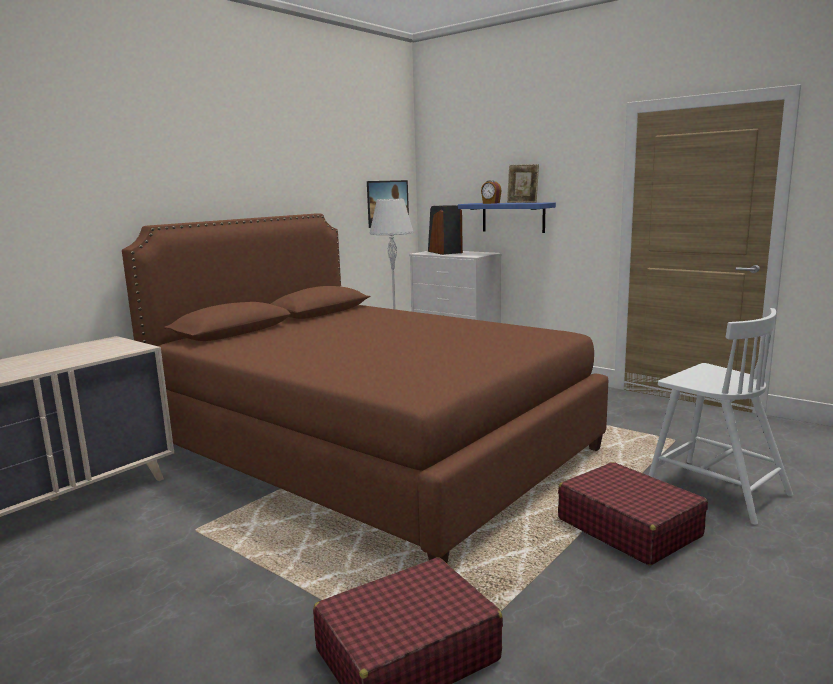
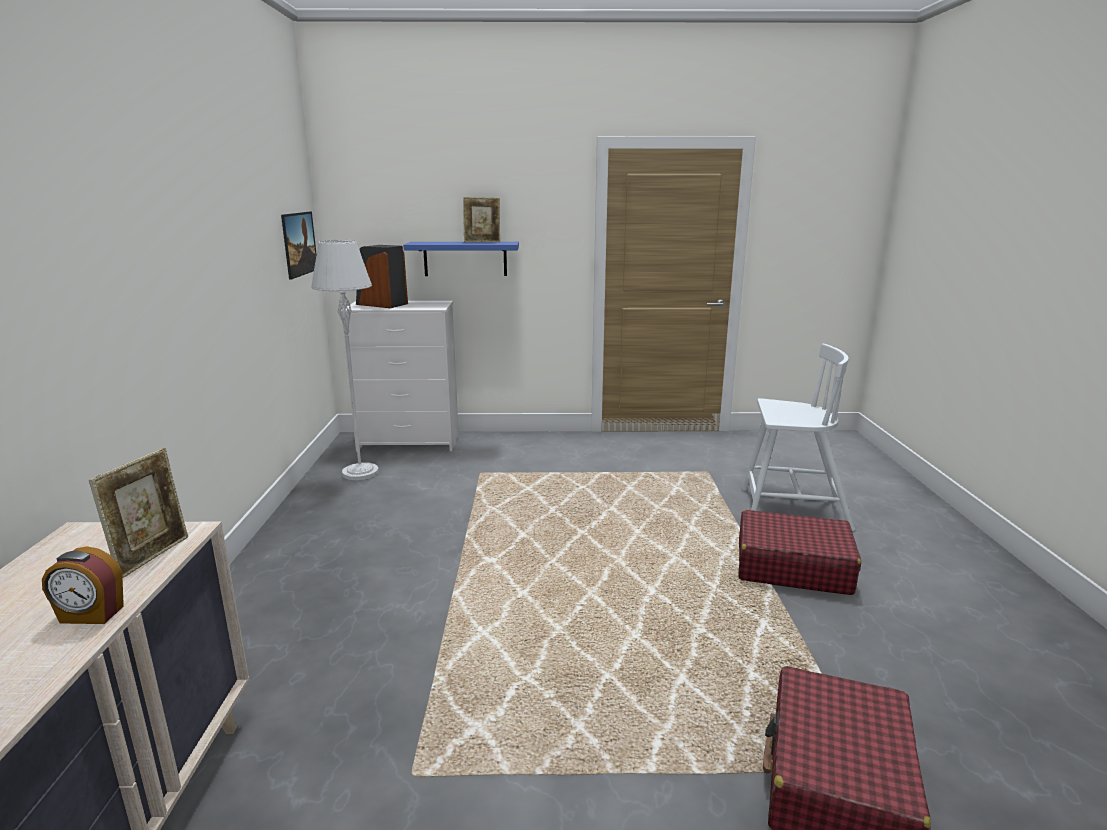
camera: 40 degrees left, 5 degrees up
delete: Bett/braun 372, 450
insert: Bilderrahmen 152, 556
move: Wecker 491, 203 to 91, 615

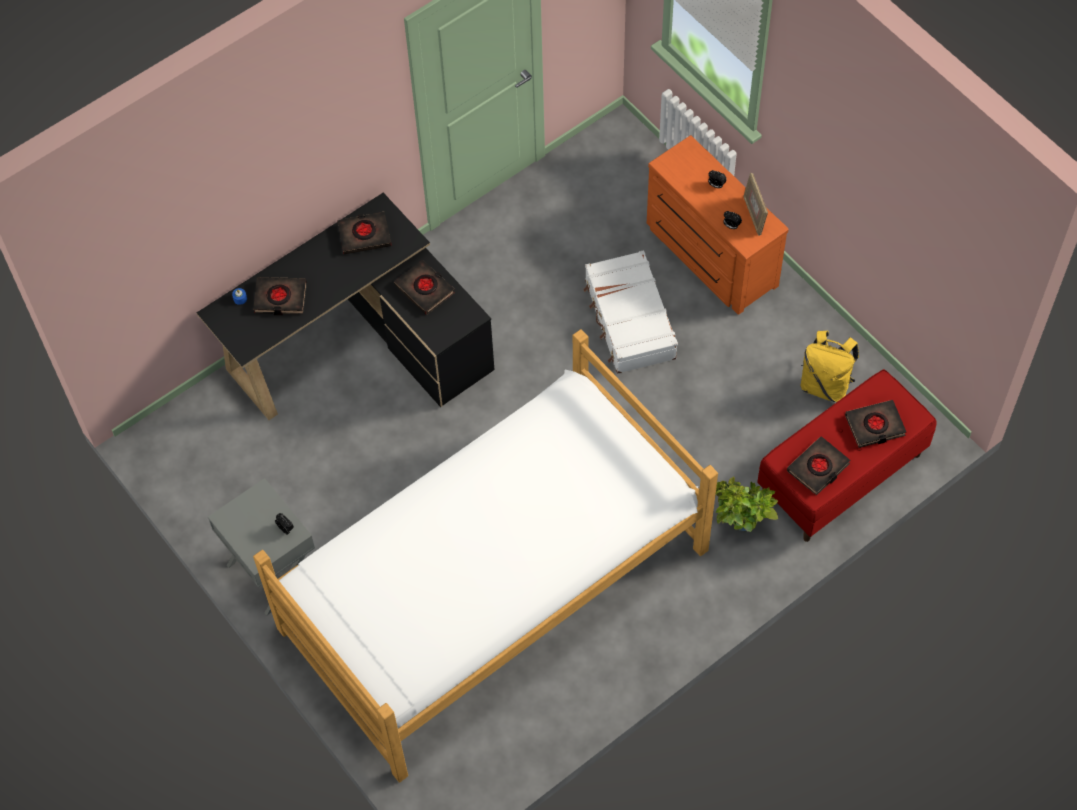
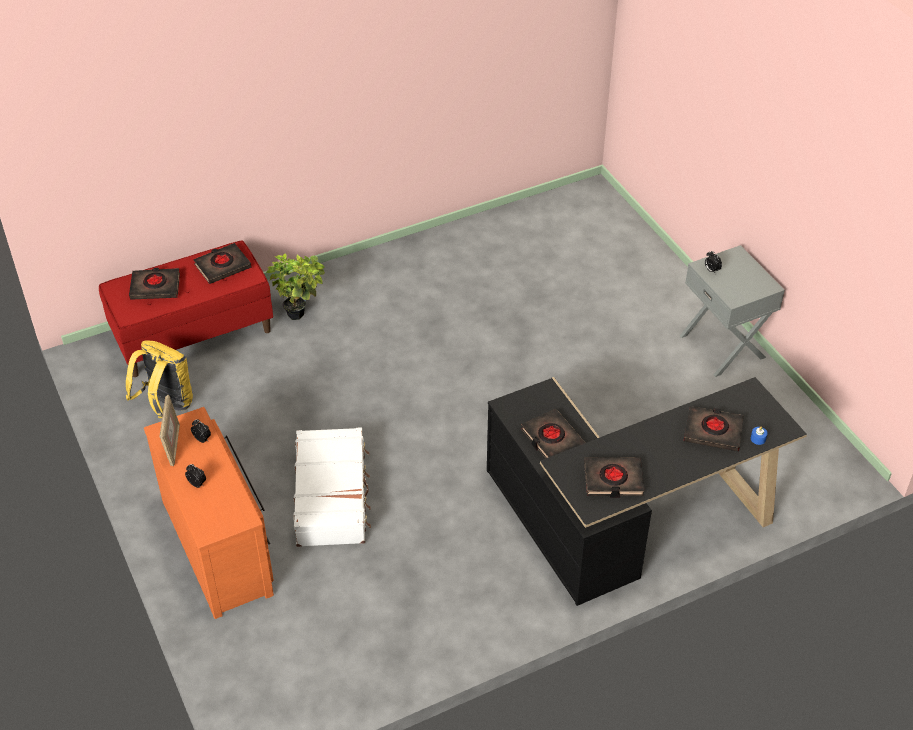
camera: 170 degrees left, 15 degrees down
delete: Bett 493, 589

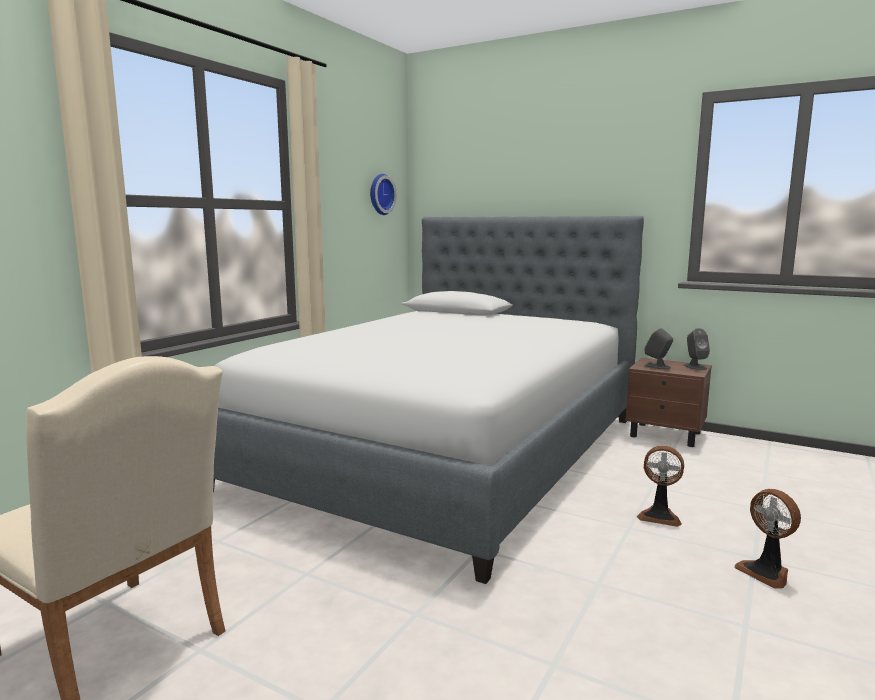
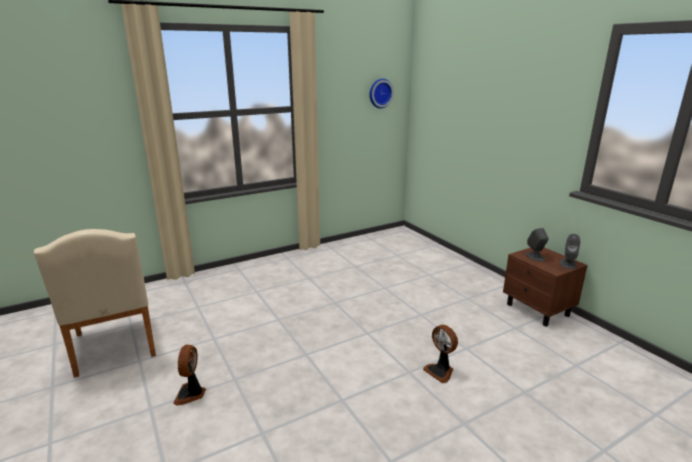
camera: 30 degrees right, 10 degrees up
delete: Bett 446, 451
move: Ventilator 766, 572 to 191, 394

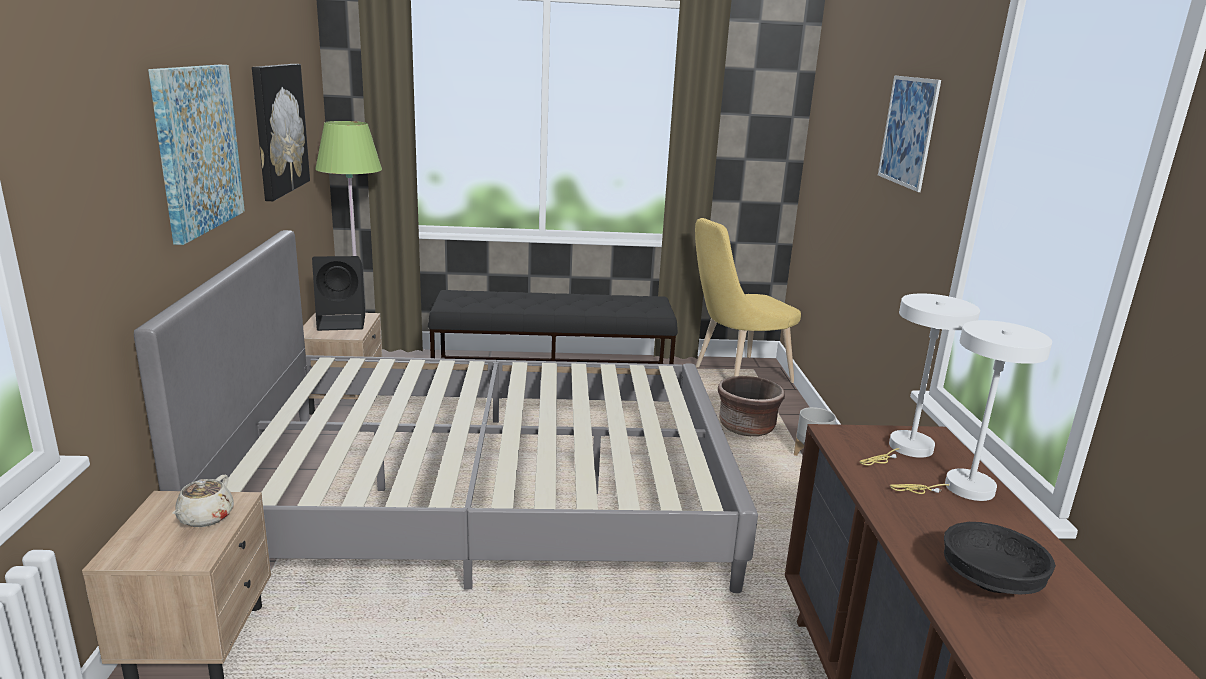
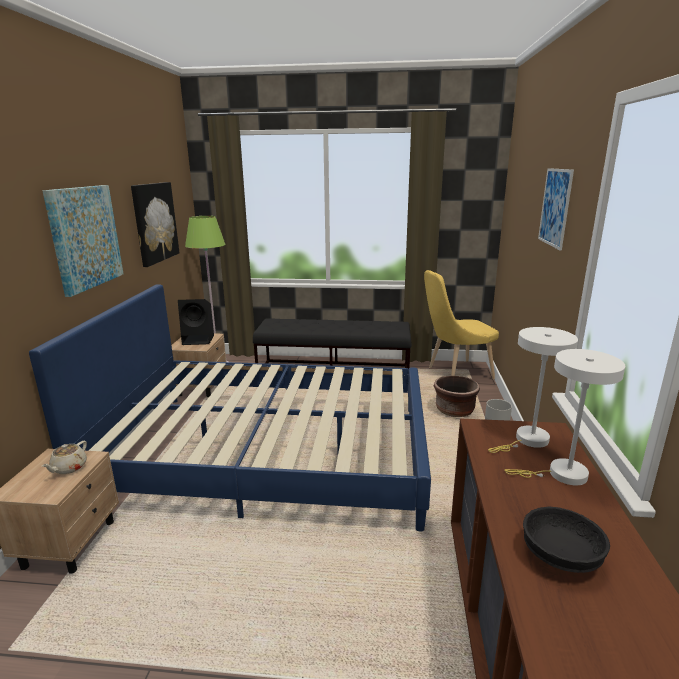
camera: 10 degrees right, 0 degrees up
recolor: Bett/grau 484, 492 to Bett/blau 270, 451

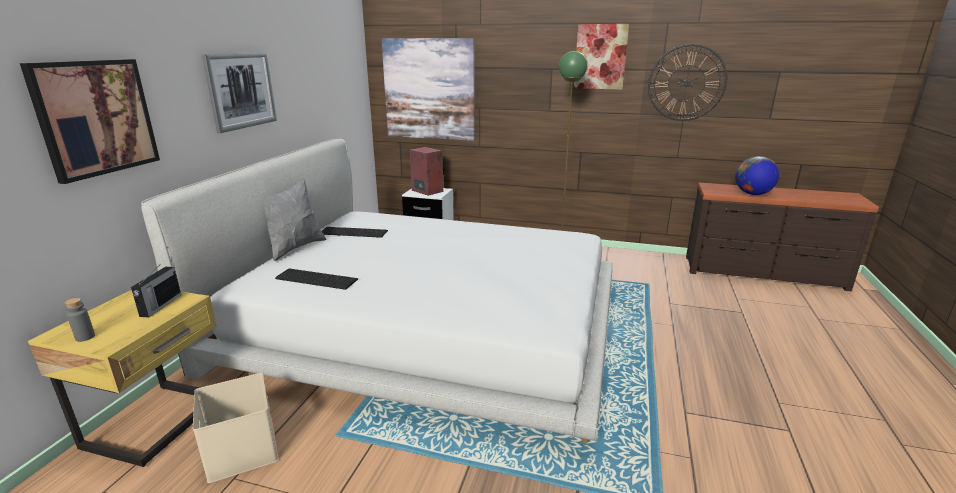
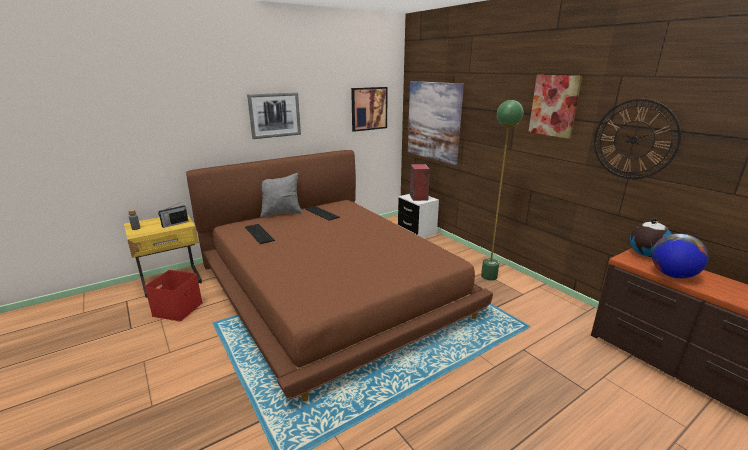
camera: 40 degrees right, 0 degrees up
insert: Globus 645, 255
move: Bild 96, 118 to 369, 108
recolor: Bett/weiß 426, 326 to Bett/braun 330, 287; Aufbewahrungsbox/beige 240, 449 to Aufbewahrungsbox/rot 177, 308

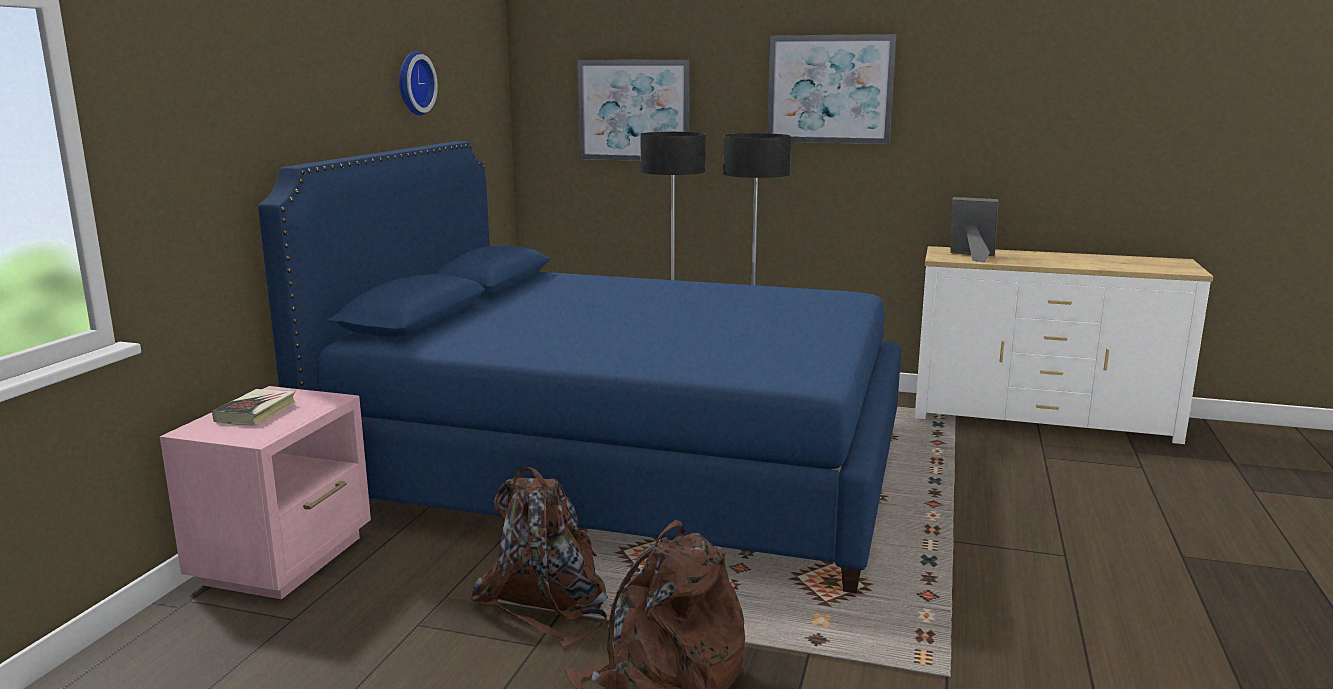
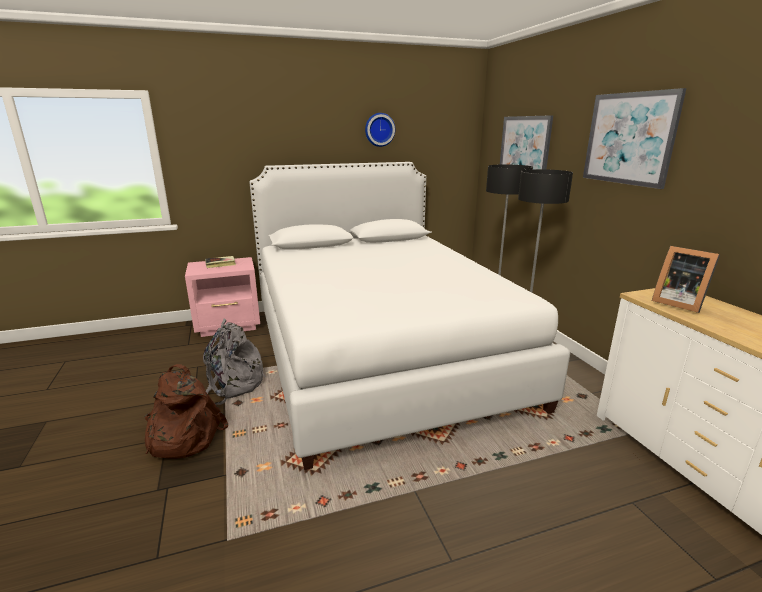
camera: 55 degrees right, 5 degrees up
recolor: Bett/blau 624, 469 to Bett/weiß 379, 353; Rucksack/braun 548, 602 to Rucksack/grau 232, 385
rotate: Bilderrahmen 972, 256 = 677, 303 150 degrees clockwise

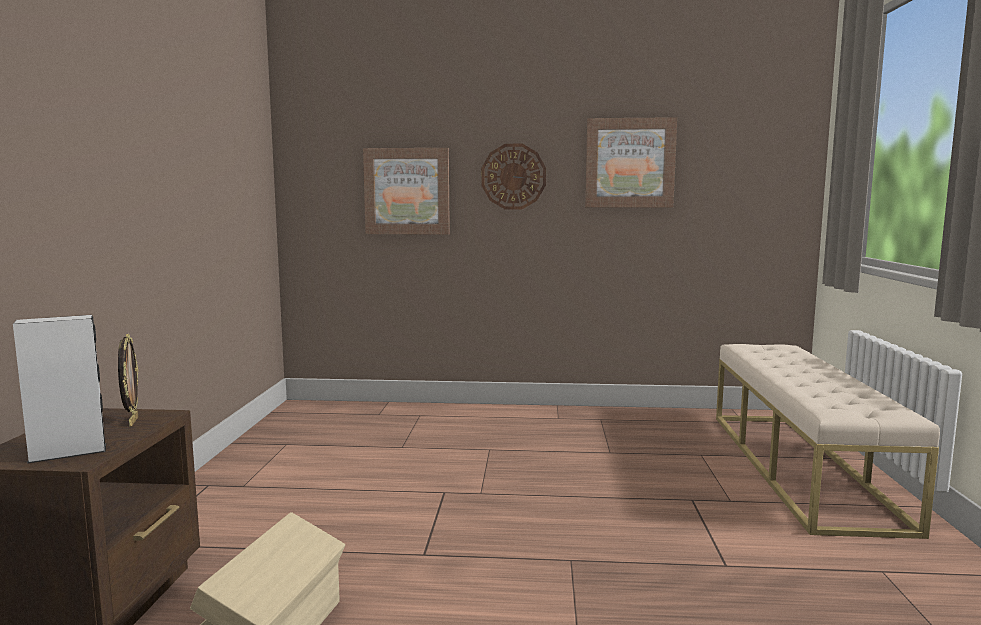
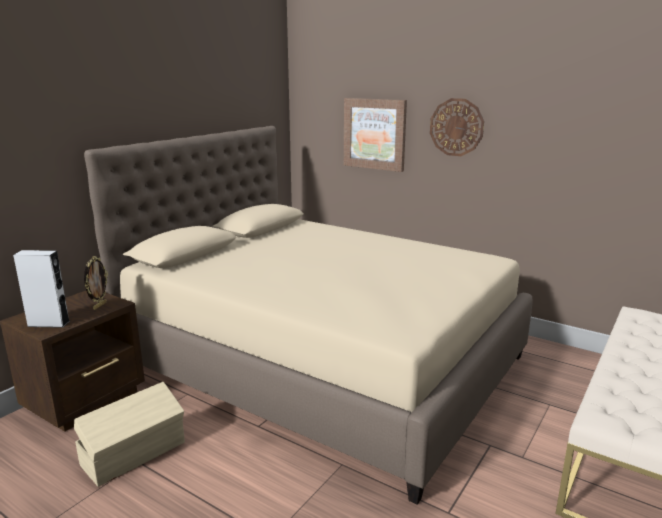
camera: 30 degrees right, 10 degrees up
delete: Bild 629, 163
insert: Bett/beige 322, 361

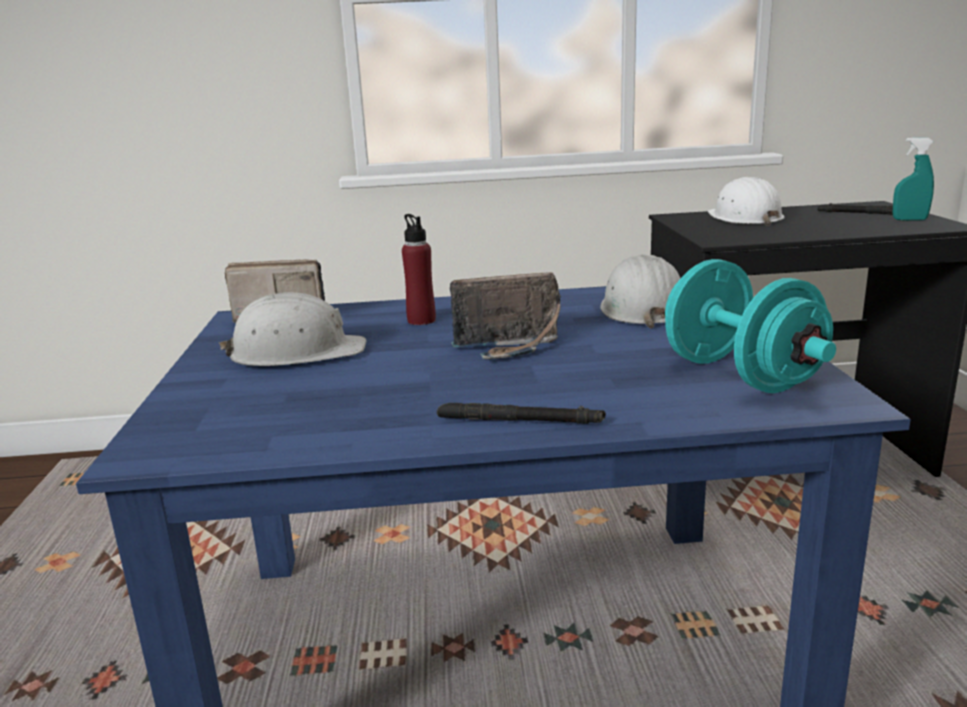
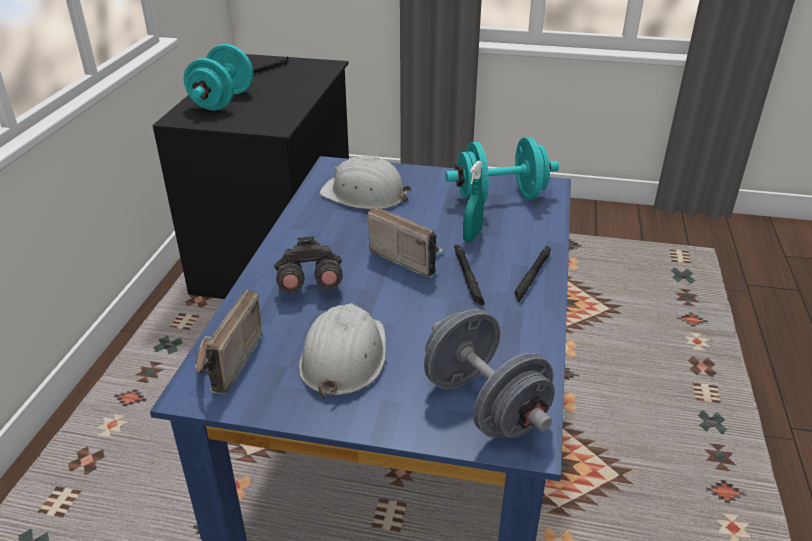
camera: 75 degrees left, 15 degrees up
insert: Hantel/grau 484, 405; Taschenlampe/schwarz 468, 277
move: Sprühflasche/türkis 909, 220 to 472, 236
replace: Flasche/rot 421, 320 to Fernglas/grau 309, 285; Schutzhelm/weiß 744, 218 to Hantel/türkis 222, 101
rotate: Radio 511, 348 = 407, 257 60 degrees counterclockwise

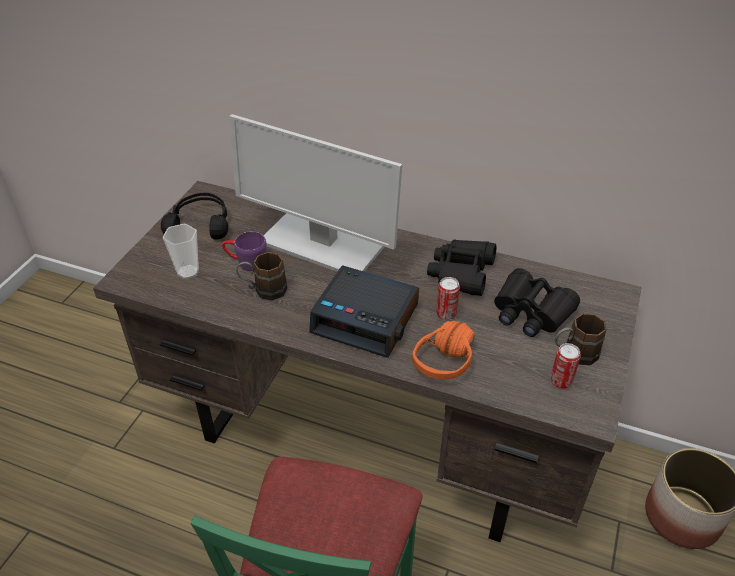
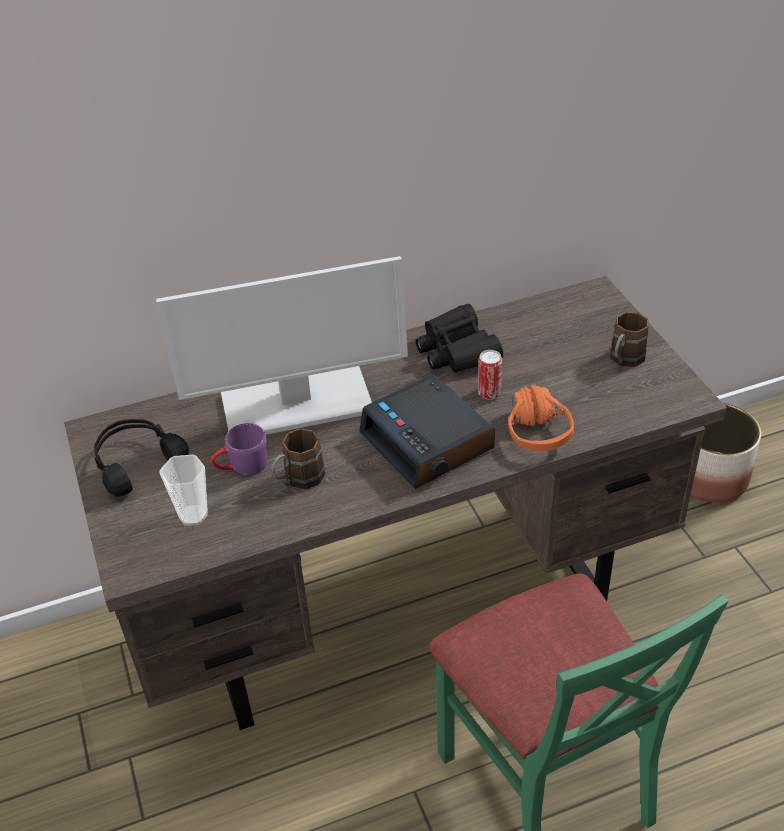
camera: 40 degrees left, 0 degrees up
delete: Fernglas/schwarz 531, 312; Dose 561, 381
rotate: Wecker 366, 319 = 428, 441 75 degrees clockwise

